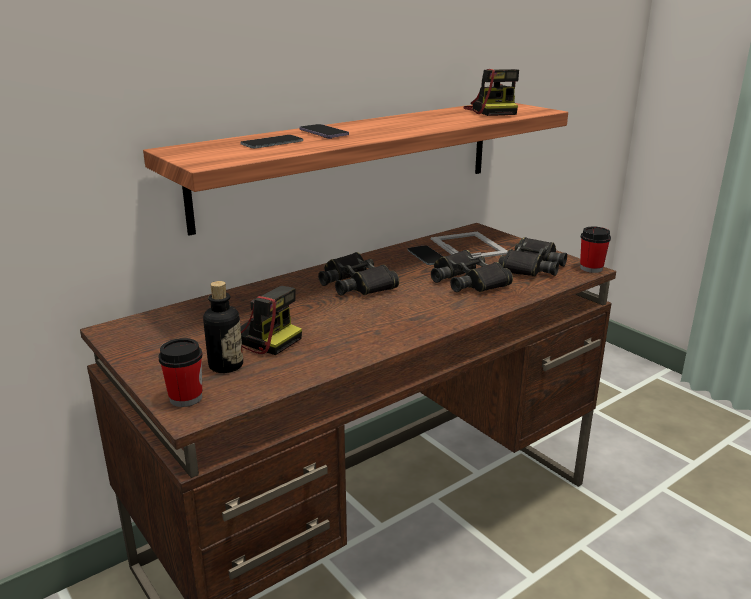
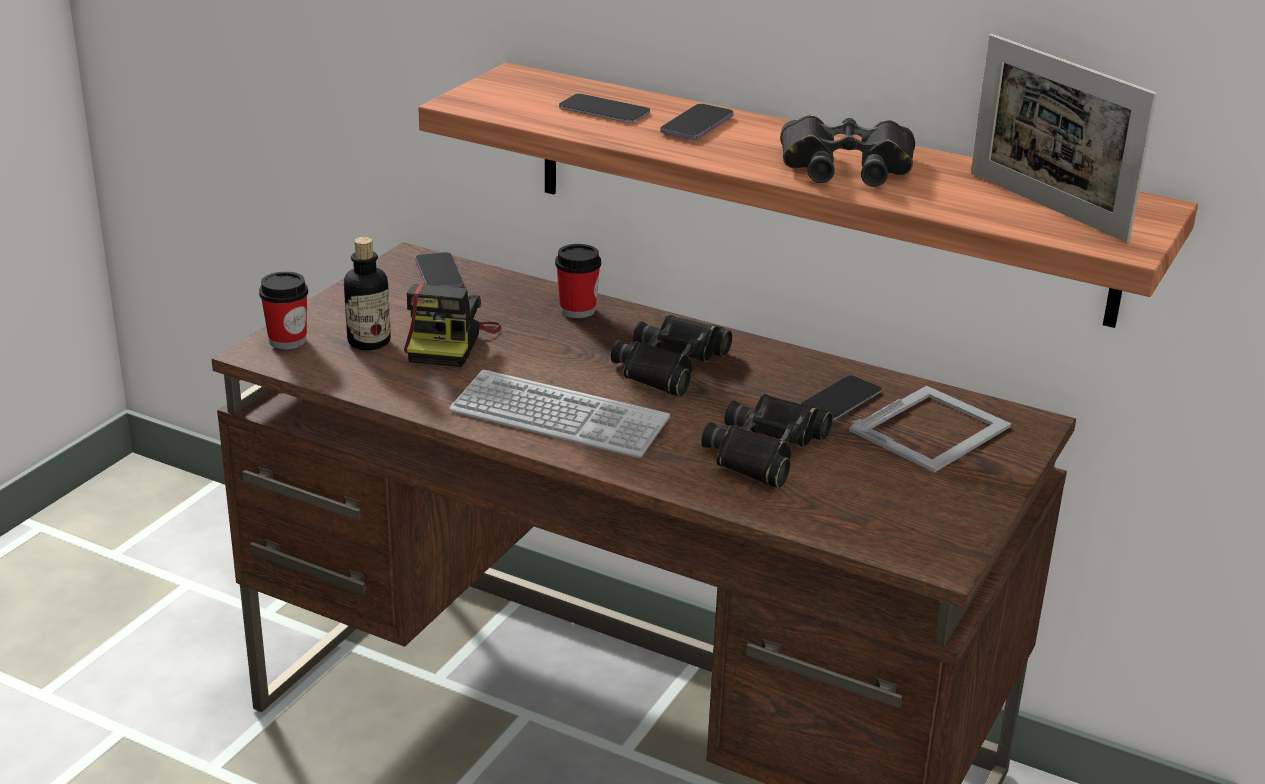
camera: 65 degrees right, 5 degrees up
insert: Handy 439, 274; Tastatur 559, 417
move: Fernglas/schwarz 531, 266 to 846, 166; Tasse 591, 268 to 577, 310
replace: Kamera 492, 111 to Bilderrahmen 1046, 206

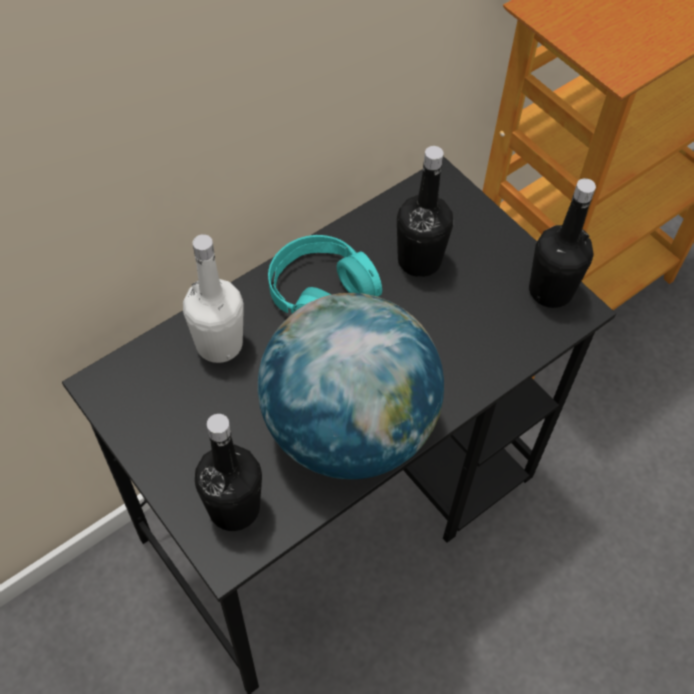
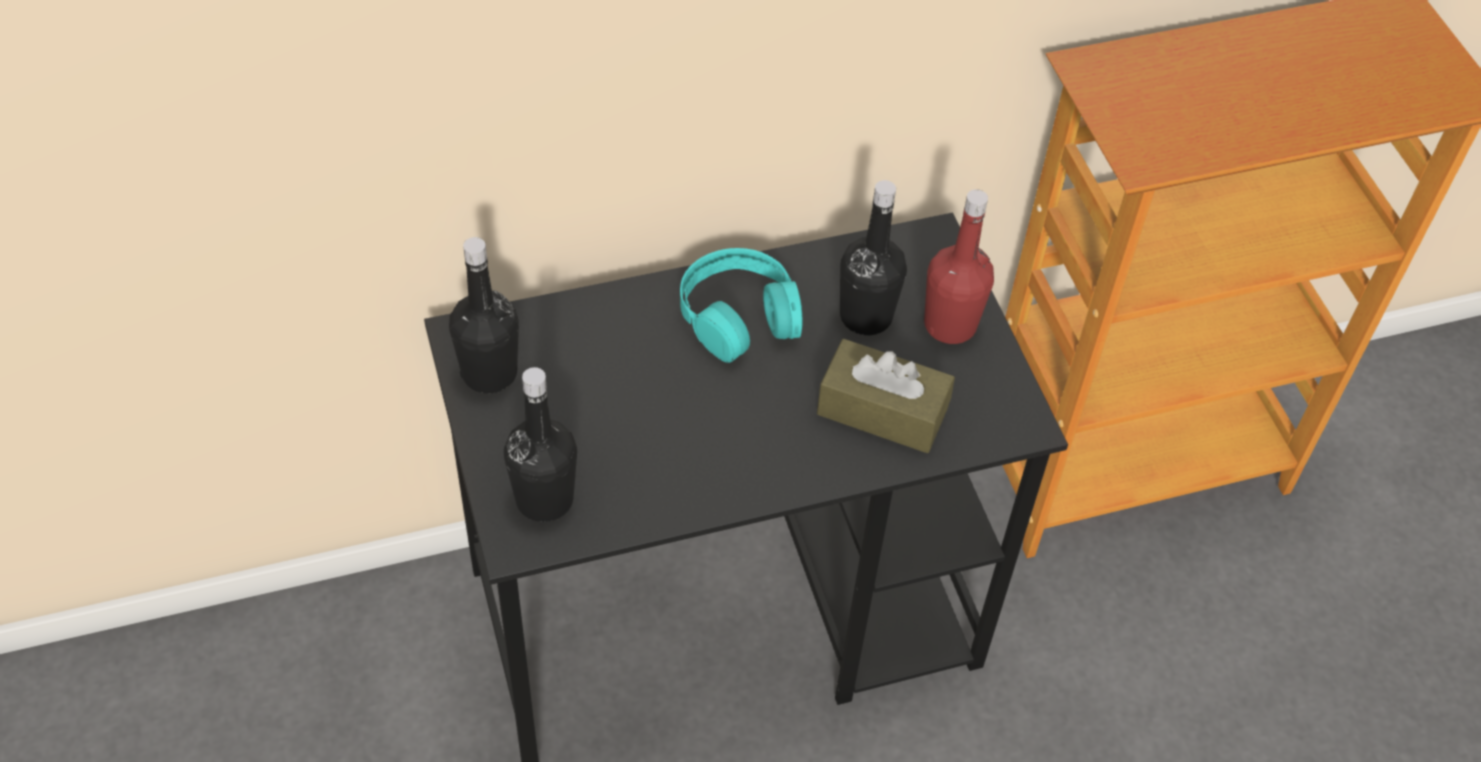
camera: 20 degrees right, 5 degrees down
delete: Flasche/weiß 219, 344; Globus 349, 428
insert: Taschentuchbox/braun 882, 411; Flasche/rot 950, 325
move: Flasche/schwarz 550, 291 to 489, 373

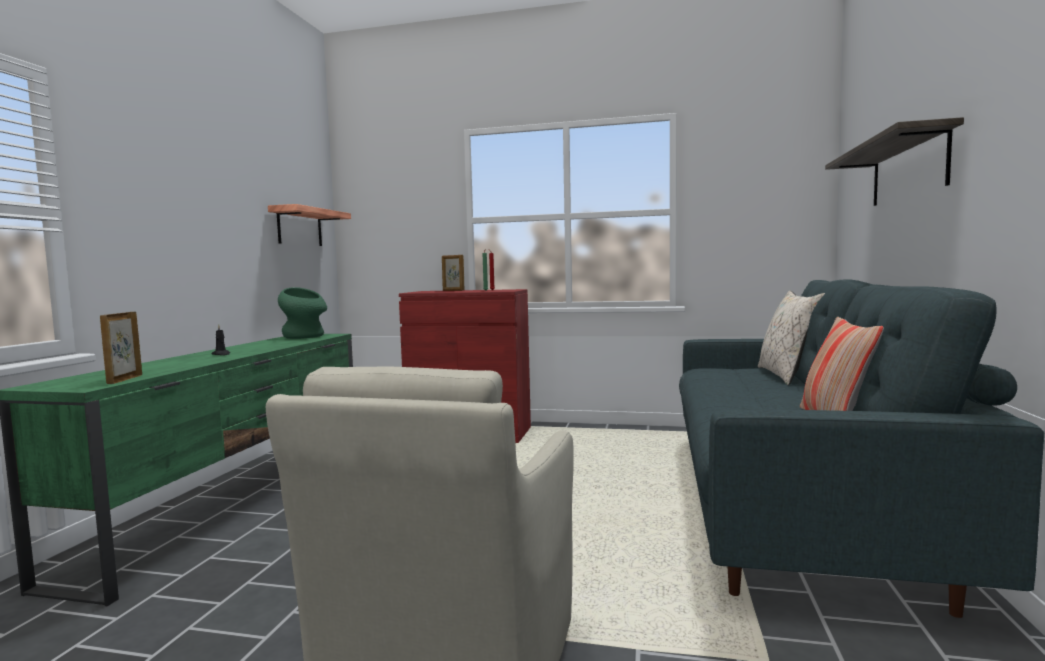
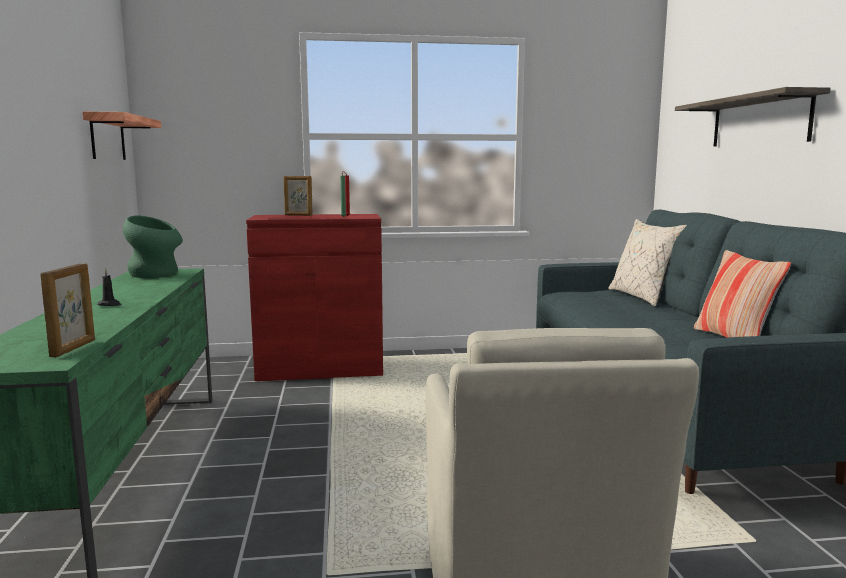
camera: 20 degrees left, 5 degrees up
rotate: Bilderrahmen 124, 379 = 74, 348 150 degrees counterclockwise

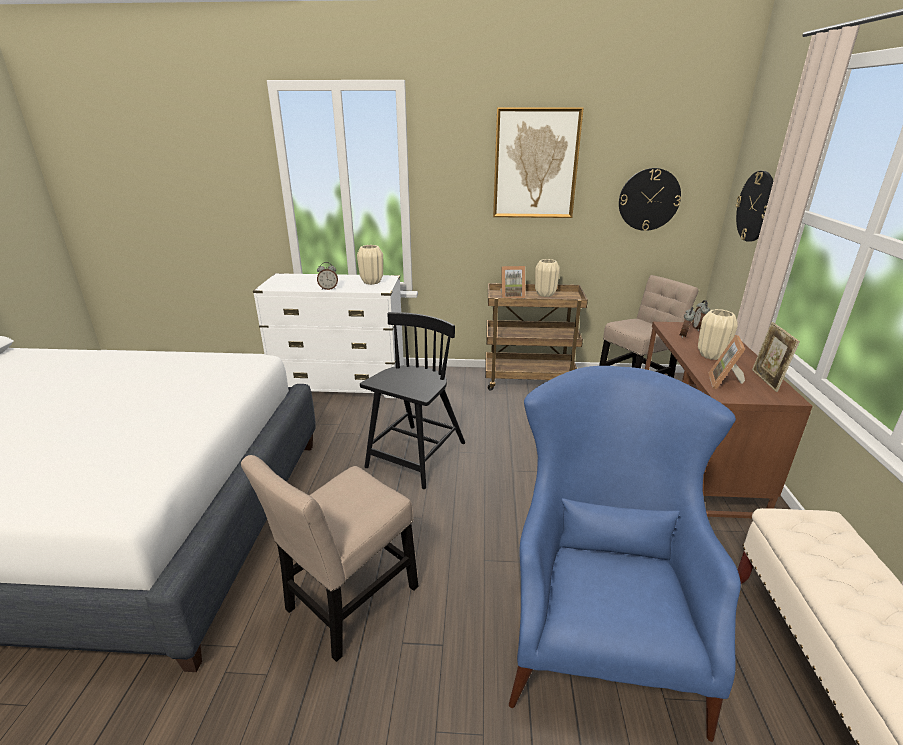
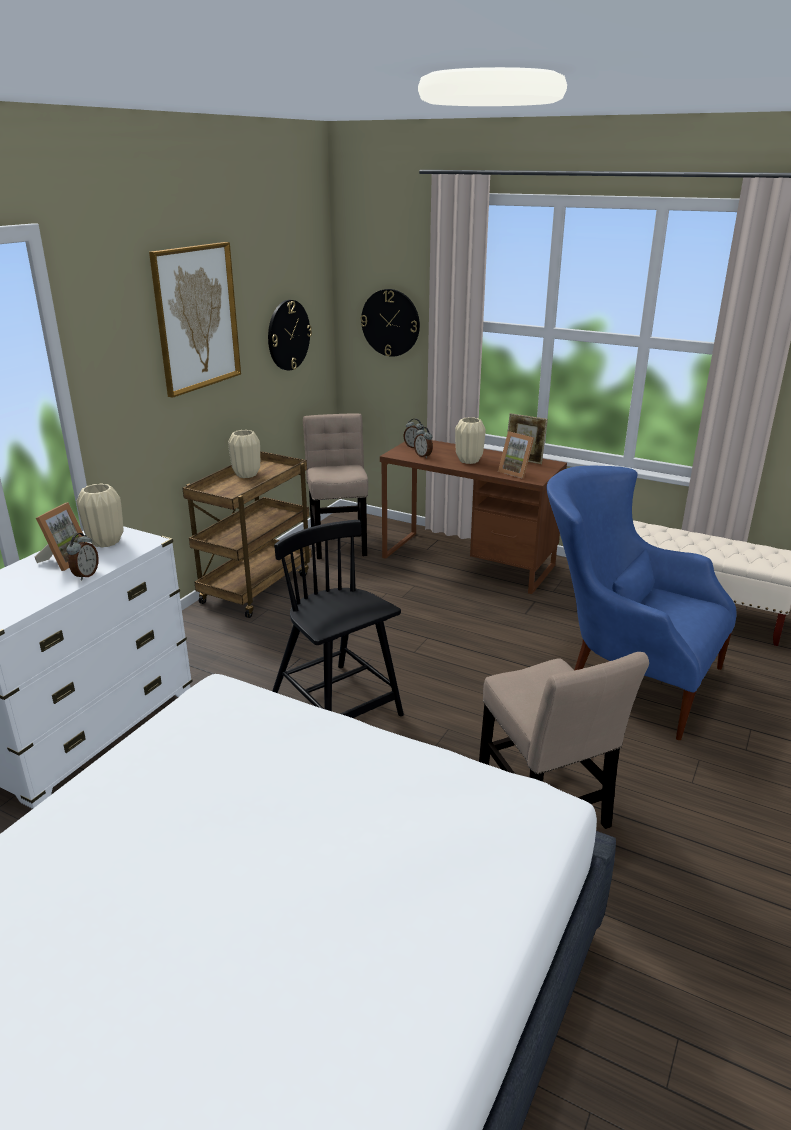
camera: 65 degrees left, 0 degrees up
move: Bilderrahmen 511, 297 to 65, 560

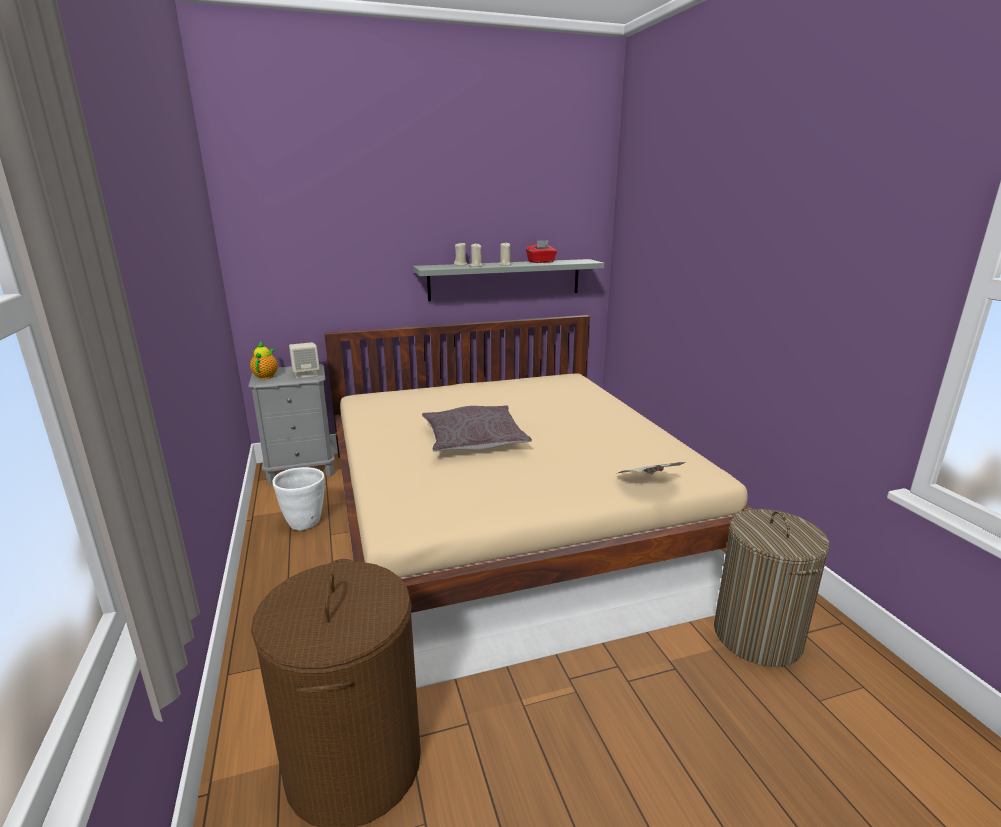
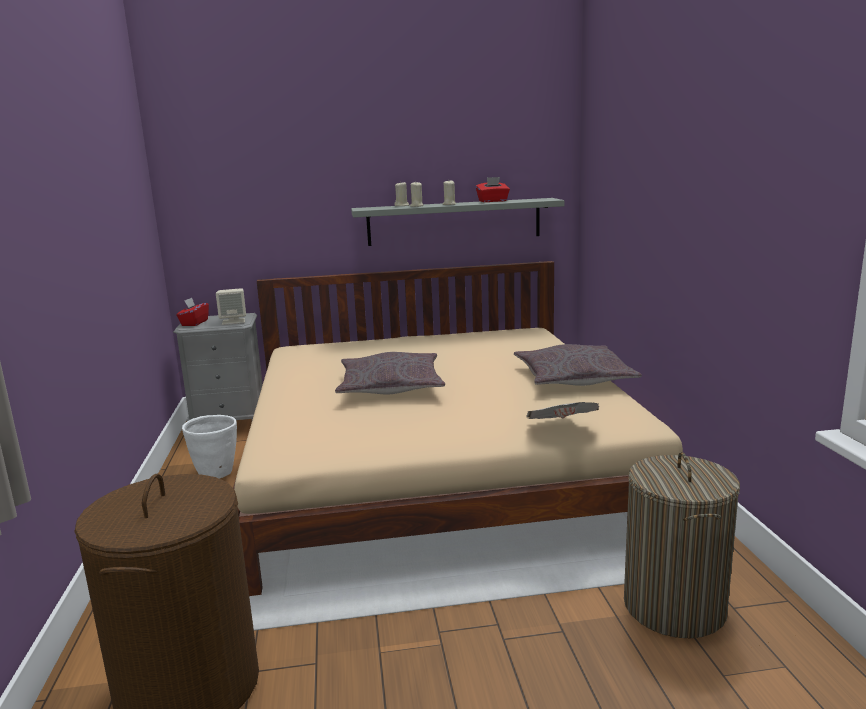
camera: 10 degrees right, 5 degrees down
insert: Kissen/grau 573, 378
replace: Teekanne 266, 376 to Taschentuchbox/rot 194, 323

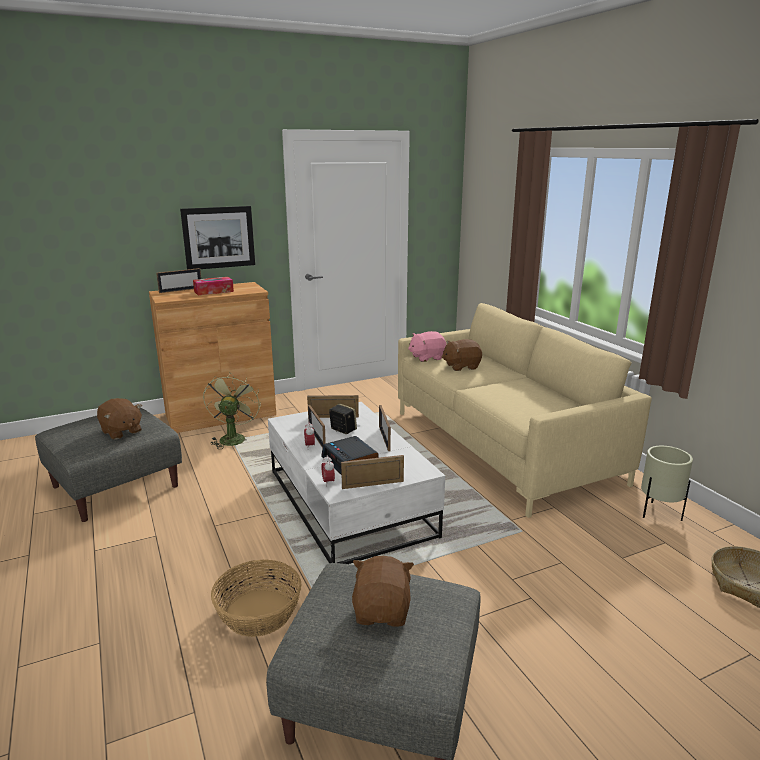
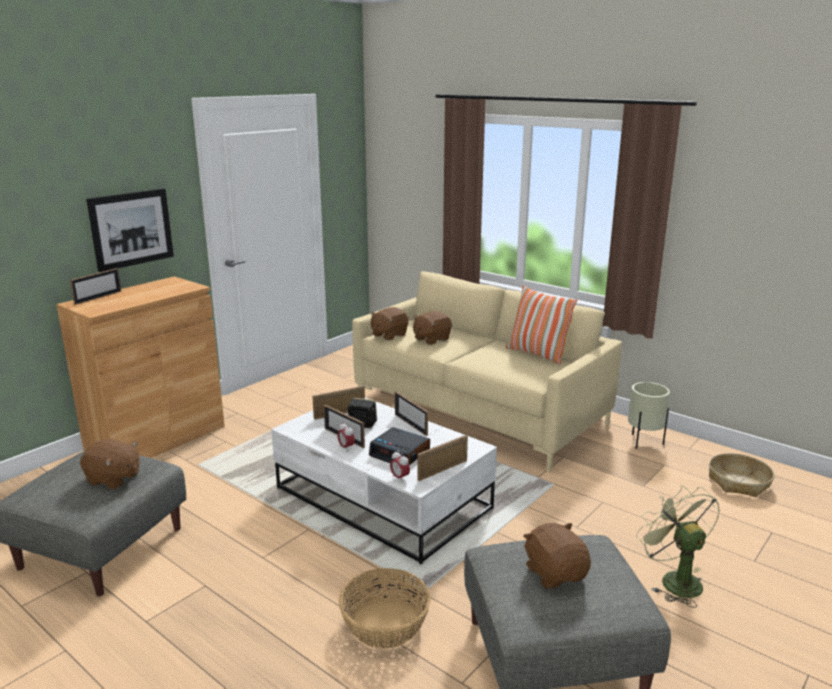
camera: 25 degrees left, 0 degrees up
delete: Taschentuchbox 213, 291
insert: Kissen 537, 354
move: Ventilator/grün 233, 437 to 674, 580
recolor: Plüschtier/rosa 427, 357 to Plüschtier/braun 388, 335

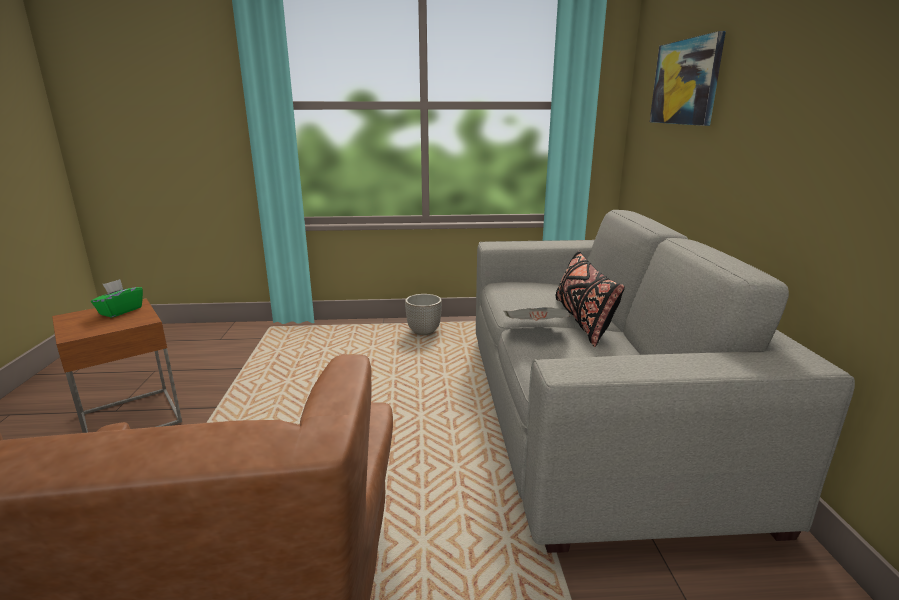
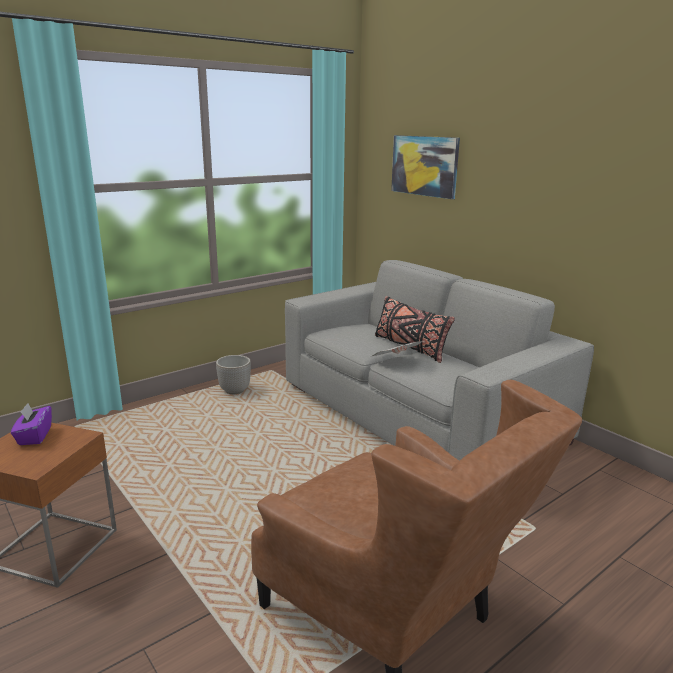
camera: 35 degrees left, 0 degrees up
recolor: Taschentuchbox/grün 120, 311 to Taschentuchbox/lila 34, 436

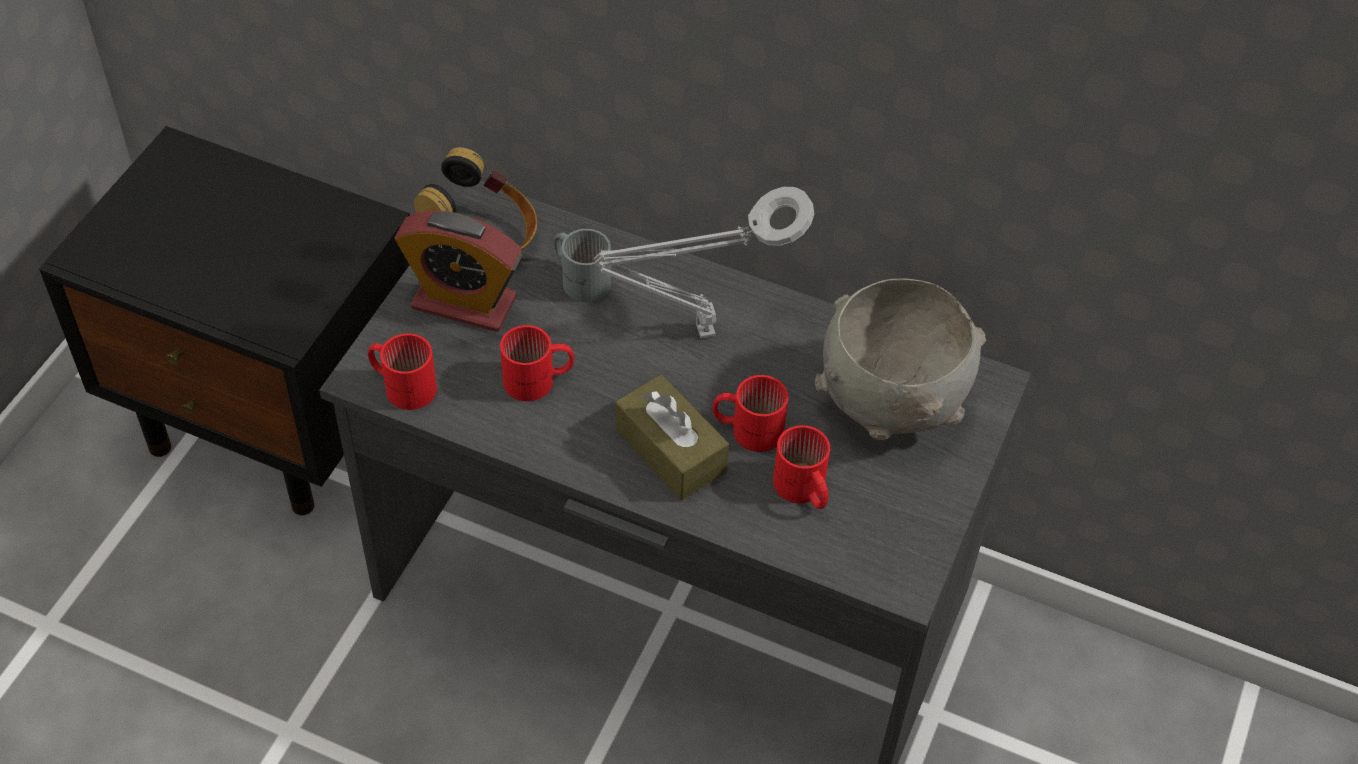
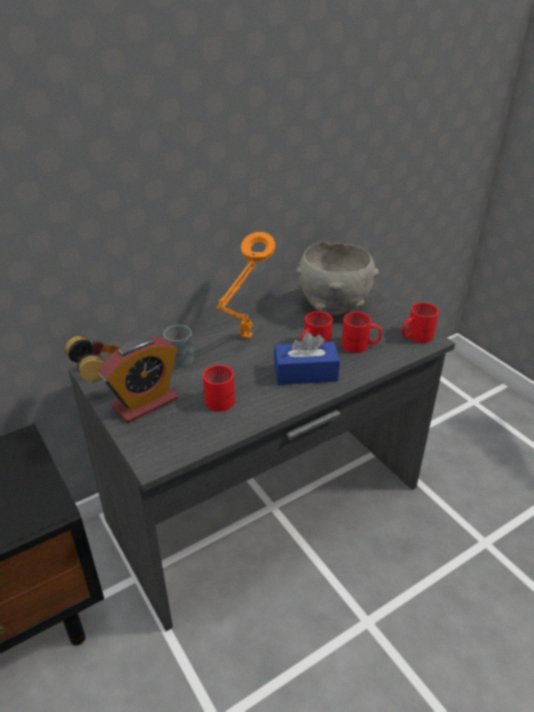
camera: 55 degrees left, 15 degrees down
move: Henkelbecher/rot 404, 384 to 415, 336
recolor: Tischlampe/grau 698, 333 to Tischlampe/orange 245, 338; Taschentuchbox/braun 670, 450 to Taschentuchbox/blau 305, 373

